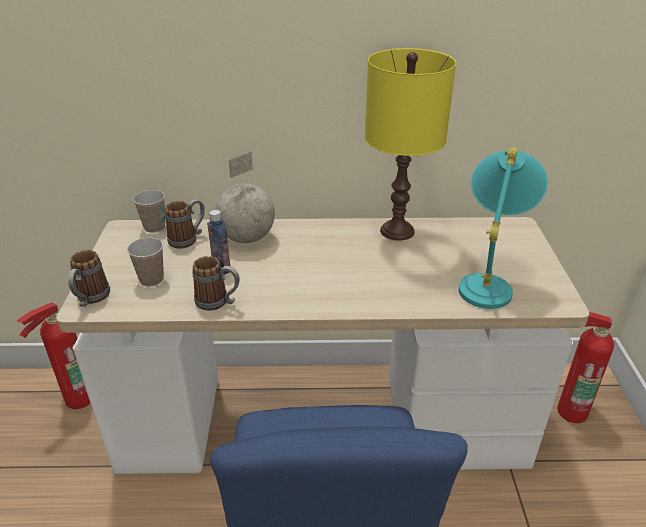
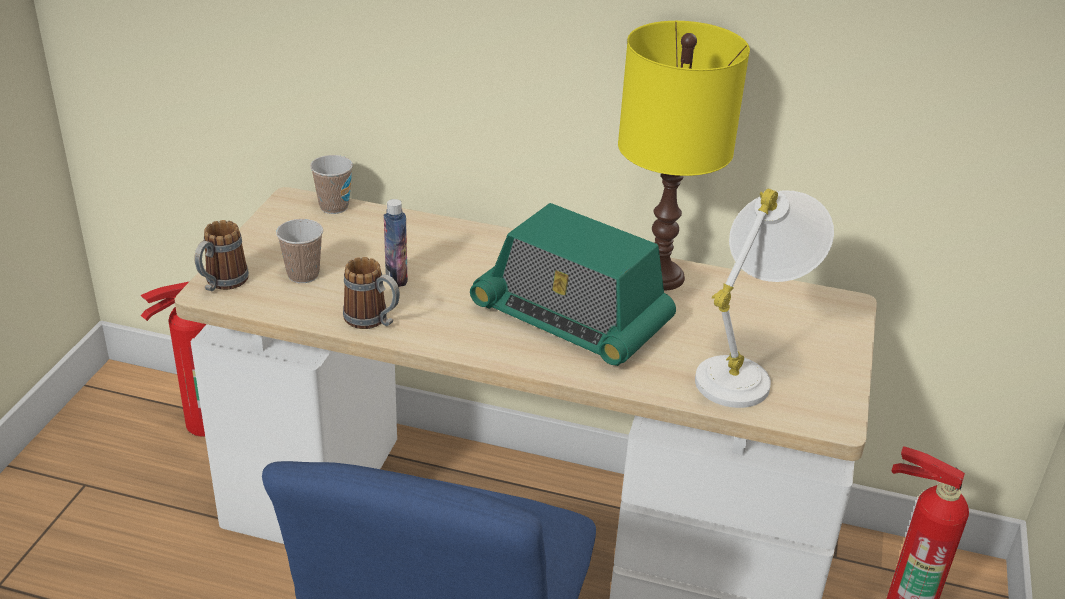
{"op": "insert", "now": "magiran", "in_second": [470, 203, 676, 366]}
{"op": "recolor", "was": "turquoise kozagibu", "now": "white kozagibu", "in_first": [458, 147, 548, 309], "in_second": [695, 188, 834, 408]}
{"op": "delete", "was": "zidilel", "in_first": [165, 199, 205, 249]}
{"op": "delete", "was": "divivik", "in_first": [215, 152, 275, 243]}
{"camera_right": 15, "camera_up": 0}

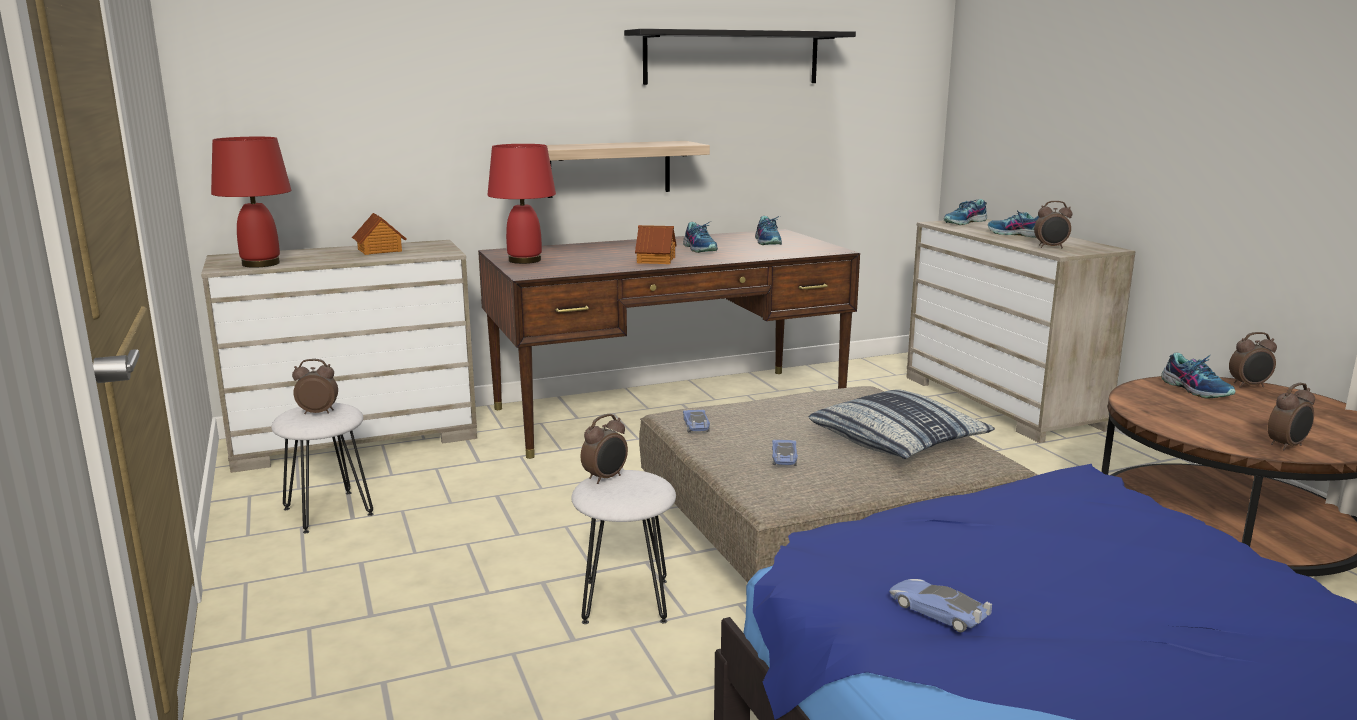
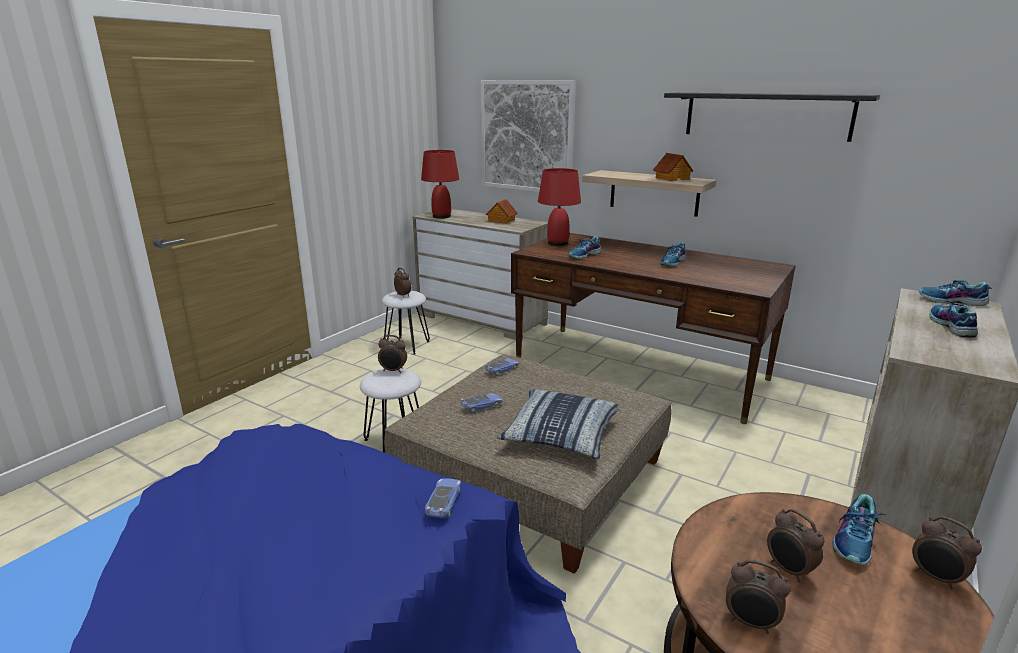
{"op": "move", "was": "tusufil", "in_first": [889, 579, 992, 632], "in_second": [425, 478, 461, 518]}
{"op": "insert", "now": "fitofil", "in_second": [481, 80, 576, 192]}
{"op": "move", "was": "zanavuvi", "in_first": [755, 216, 782, 245], "in_second": [568, 236, 601, 260]}
{"op": "move", "was": "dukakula", "in_first": [635, 225, 676, 264], "in_second": [653, 153, 693, 181]}
{"op": "move", "was": "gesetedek", "in_first": [1034, 201, 1073, 248], "in_second": [767, 509, 824, 582]}
{"camera_right": 55, "camera_up": 5}

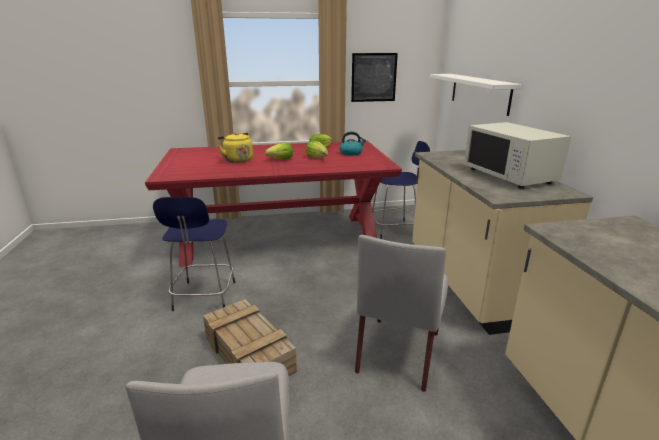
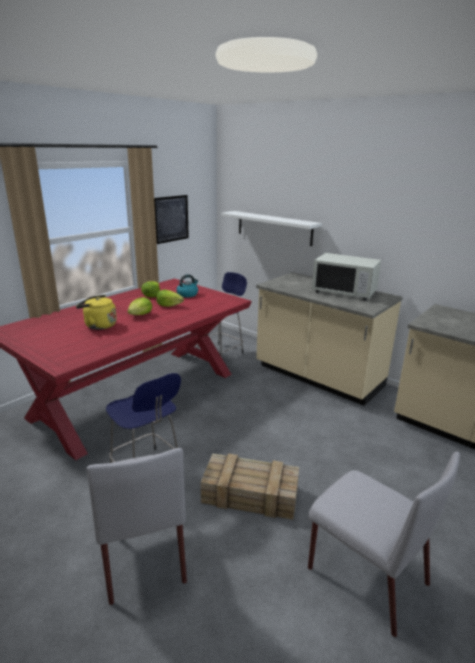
{"op": "move", "was": "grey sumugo", "in_first": [355, 235, 449, 392], "in_second": [86, 448, 187, 605]}
{"camera_right": -40, "camera_up": 0}

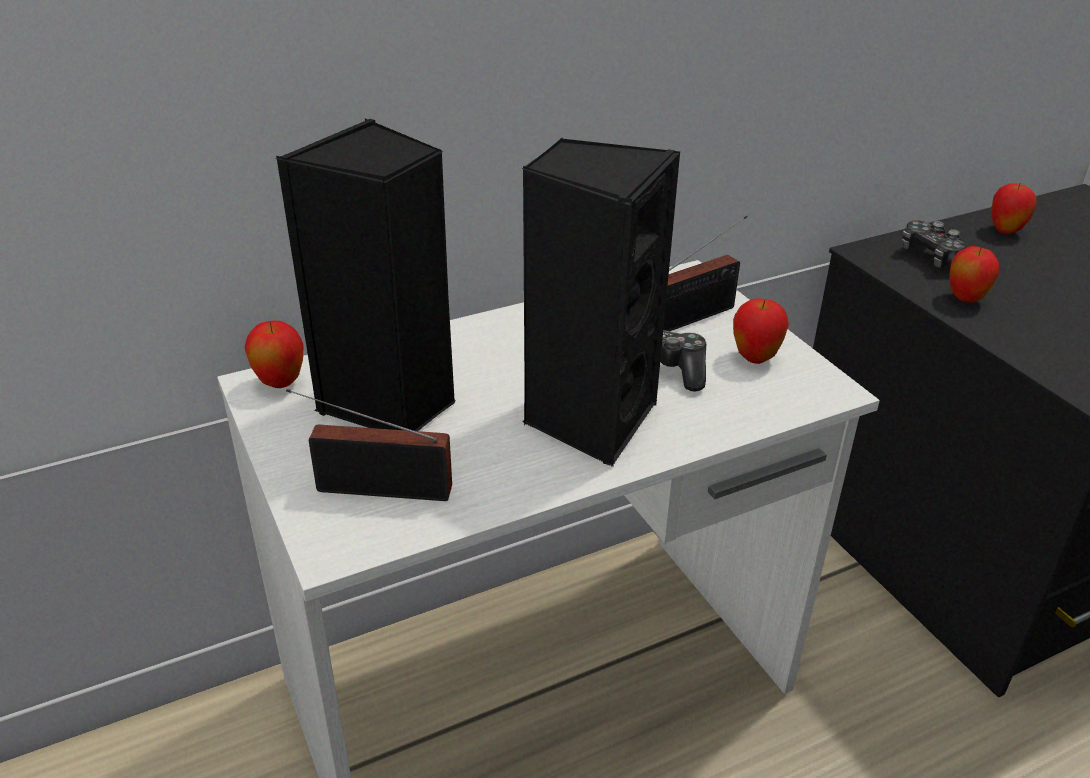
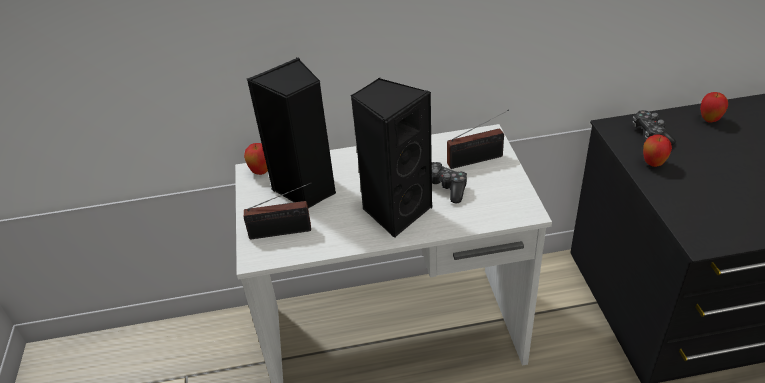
{"op": "rotate", "was": "magiran", "in_first": [286, 389, 452, 501], "in_second": [244, 183, 311, 239], "clockwise": 150}
{"op": "delete", "was": "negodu", "in_first": [733, 298, 789, 364]}
{"camera_right": 20, "camera_up": 5}

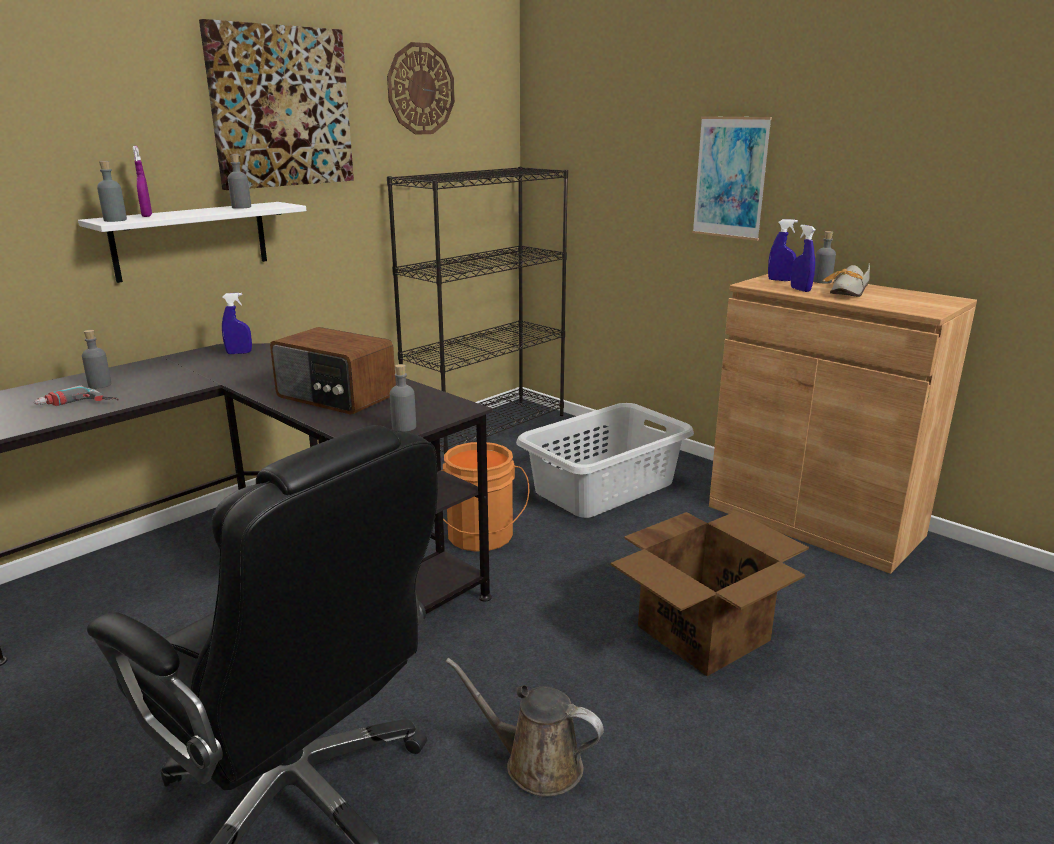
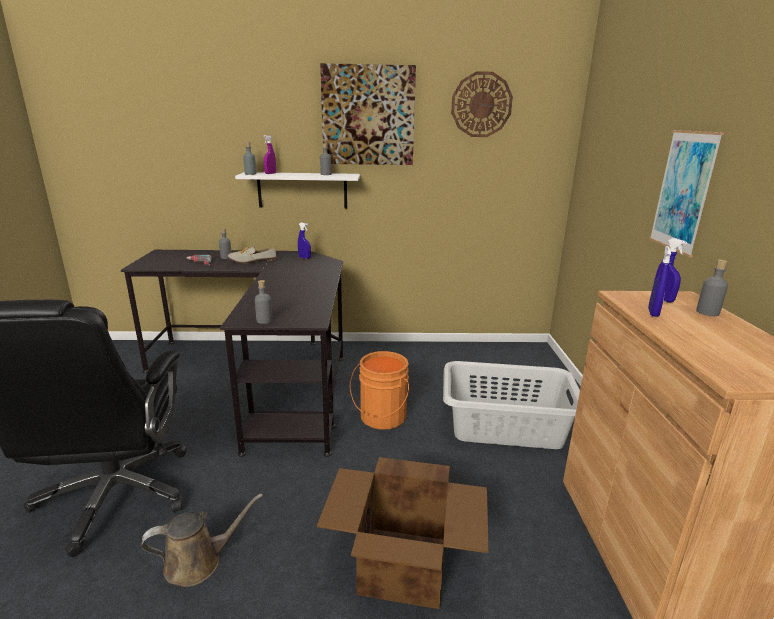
{"op": "rotate", "was": "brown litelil", "in_first": [446, 658, 604, 797], "in_second": [141, 493, 263, 587], "clockwise": 90}
{"op": "move", "was": "zanavuvi", "in_first": [823, 263, 870, 297], "in_second": [228, 246, 276, 263]}
{"op": "delete", "was": "magiran", "in_first": [270, 327, 396, 415]}
{"op": "delete", "was": "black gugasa", "in_first": [387, 167, 568, 454]}
{"camera_right": 45, "camera_up": 0}

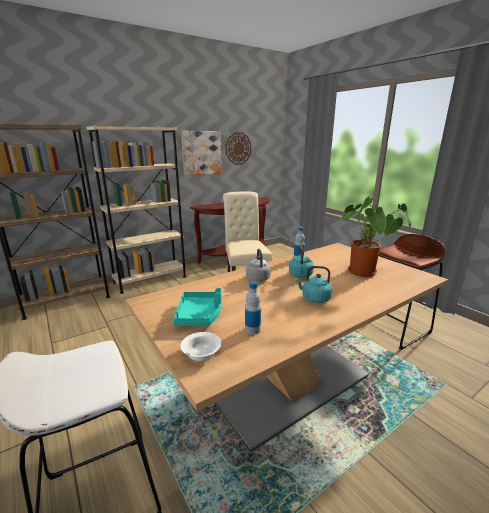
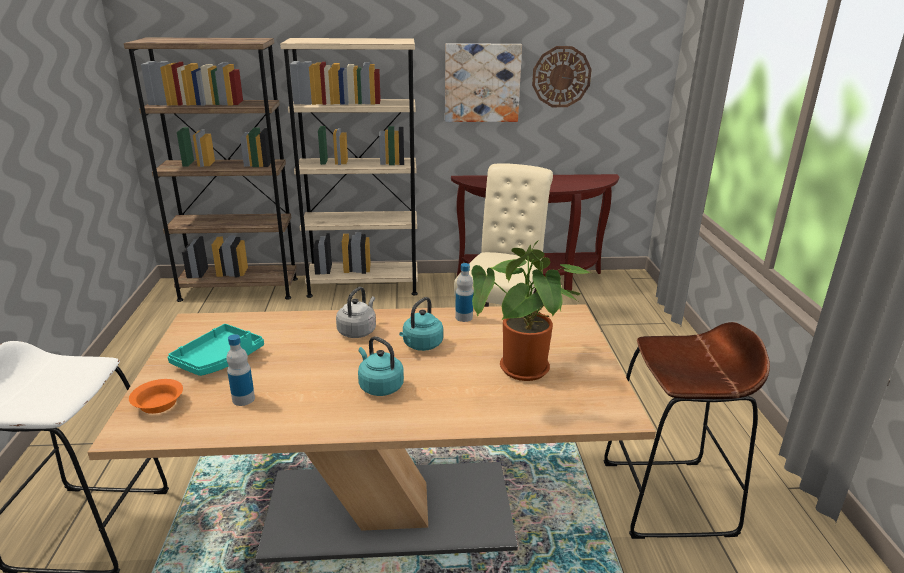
{"op": "recolor", "was": "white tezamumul", "now": "orange tezamumul", "in_first": [180, 332, 221, 361], "in_second": [129, 379, 183, 414]}
{"camera_right": 30, "camera_up": 5}

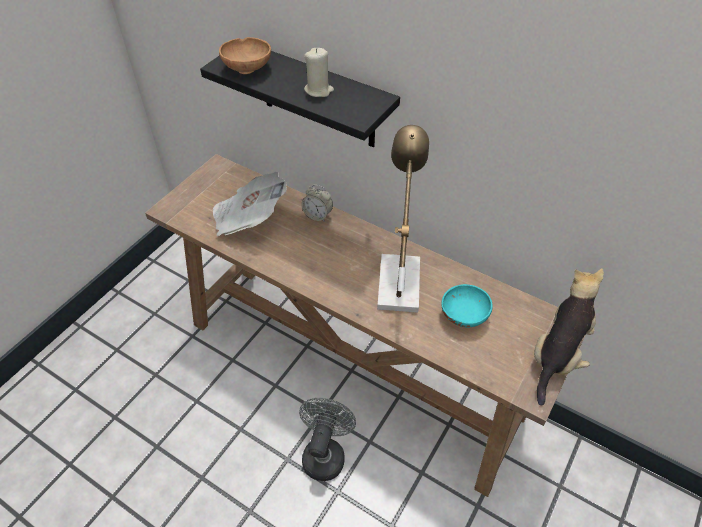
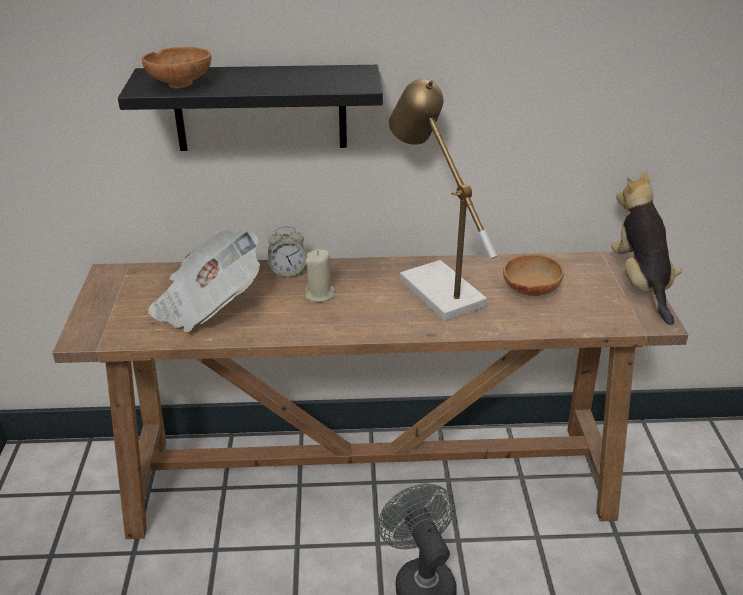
{"op": "move", "was": "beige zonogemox", "in_first": [304, 48, 334, 97], "in_second": [305, 249, 335, 302]}
{"op": "recolor", "was": "turquoise tezamumul", "now": "brown tezamumul", "in_first": [441, 284, 493, 327], "in_second": [503, 254, 564, 296]}
{"camera_right": -35, "camera_up": -15}

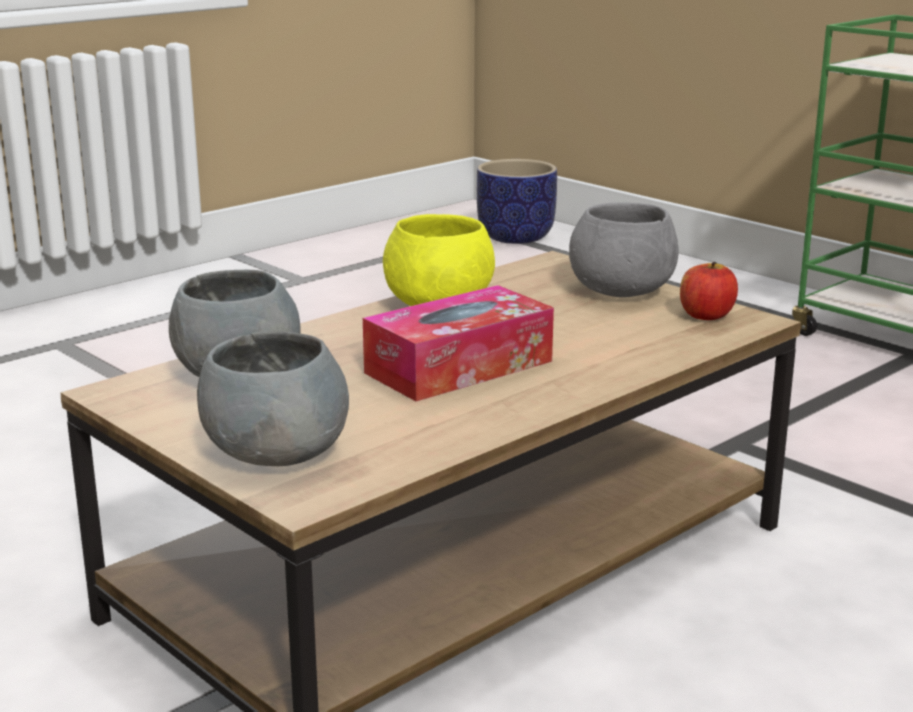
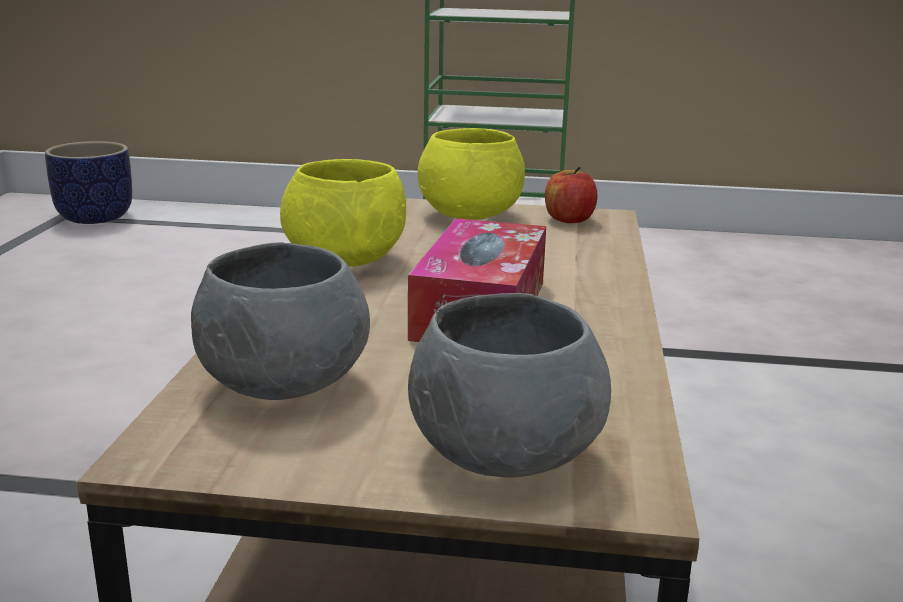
{"op": "recolor", "was": "grey tezamumul", "now": "yellow tezamumul", "in_first": [569, 202, 679, 297], "in_second": [417, 128, 525, 220]}
{"camera_right": -40, "camera_up": 0}

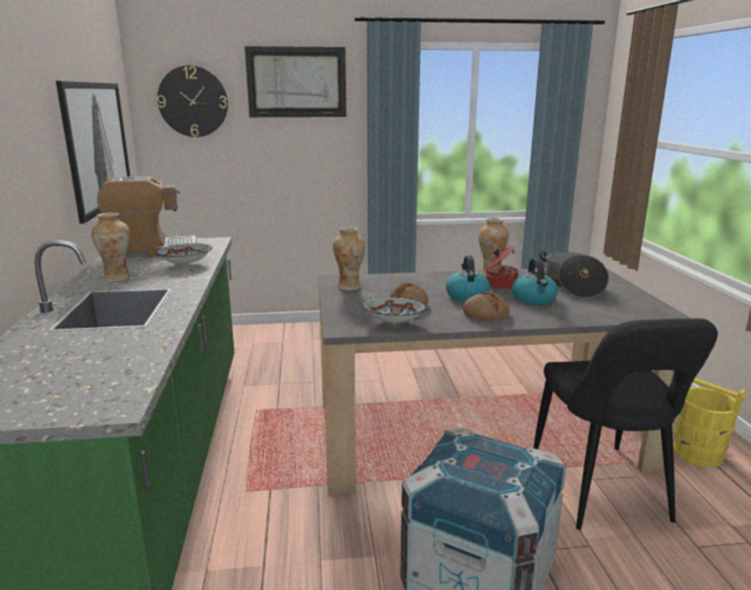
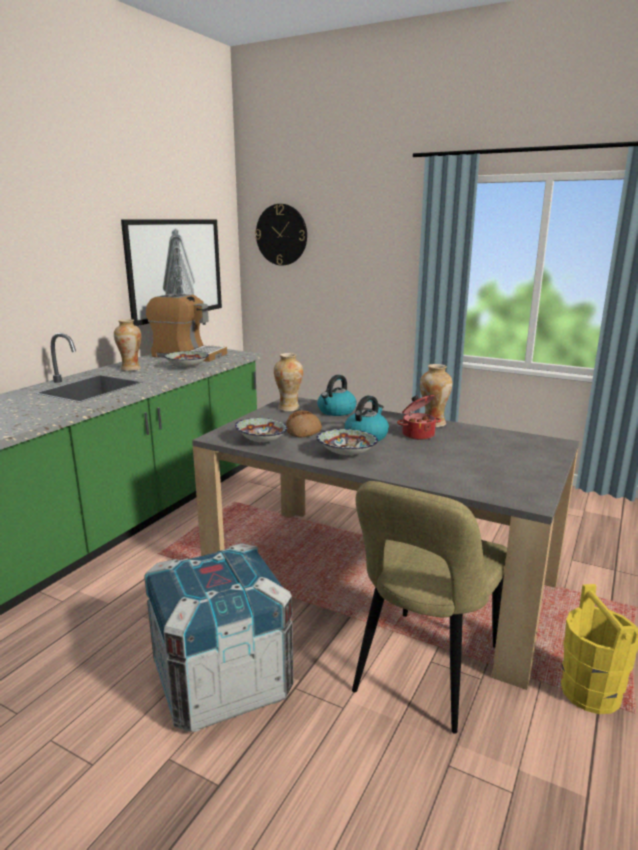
{"op": "replace", "was": "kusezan", "now": "tezamumul", "in_first": [463, 291, 509, 321], "in_second": [316, 429, 378, 456]}
{"op": "move", "was": "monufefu", "in_first": [512, 258, 558, 305], "in_second": [317, 375, 357, 416]}
{"op": "recolor", "was": "black sumugo", "now": "beige sumugo", "in_first": [533, 318, 718, 530], "in_second": [352, 481, 507, 734]}
{"op": "delete", "was": "fitofil", "in_first": [245, 46, 346, 117]}
{"op": "delete", "was": "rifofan", "in_first": [539, 251, 609, 298]}
{"camera_right": 35, "camera_up": 0}

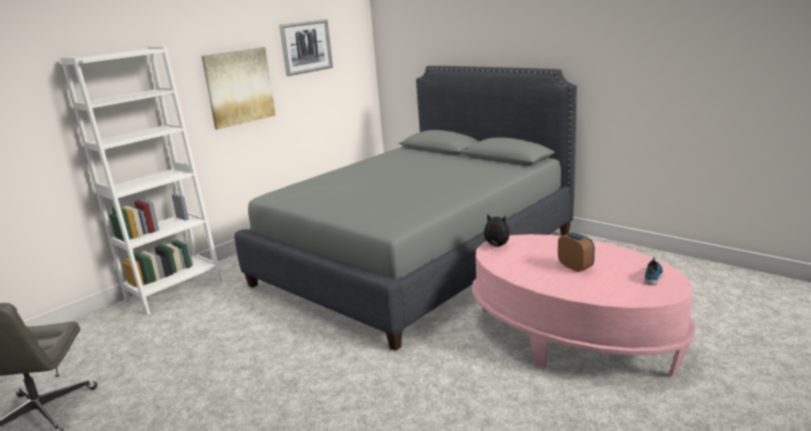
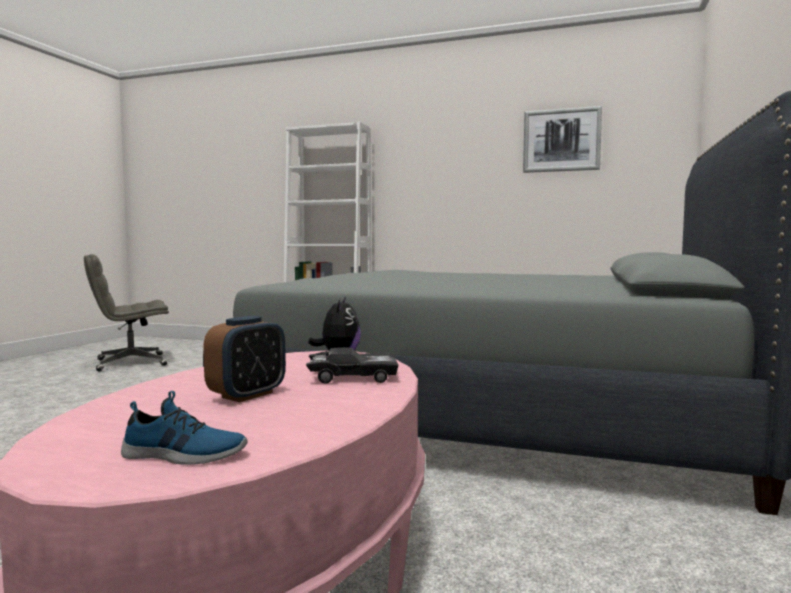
{"op": "insert", "now": "black tusufil", "in_second": [306, 347, 398, 384]}
{"op": "delete", "was": "fitofil", "in_first": [201, 47, 275, 129]}
{"camera_right": 65, "camera_up": -15}

